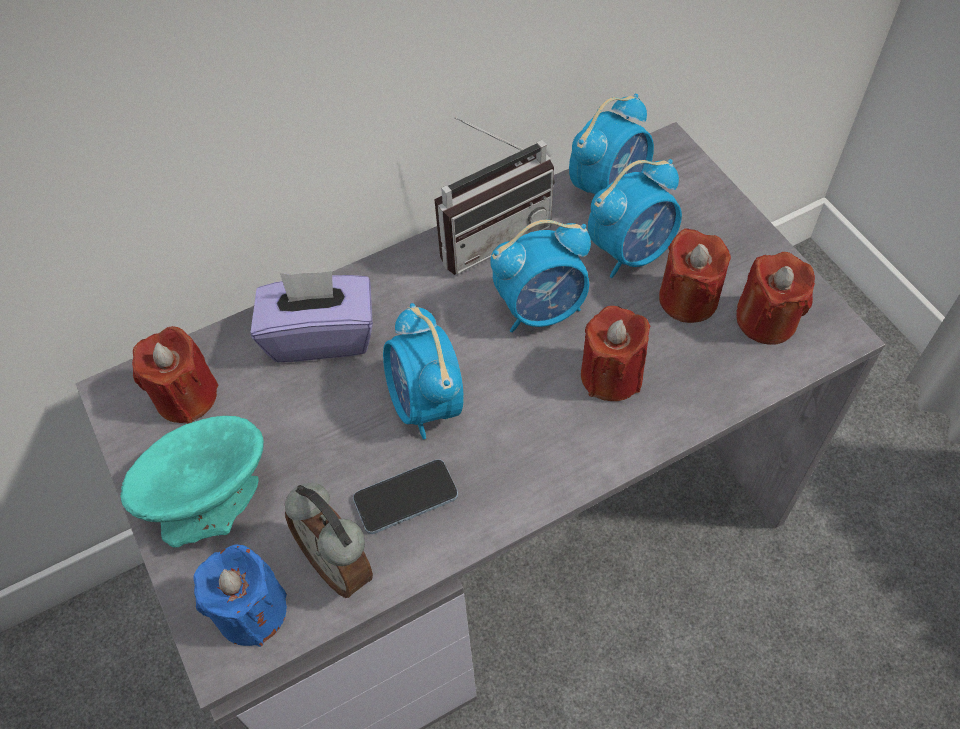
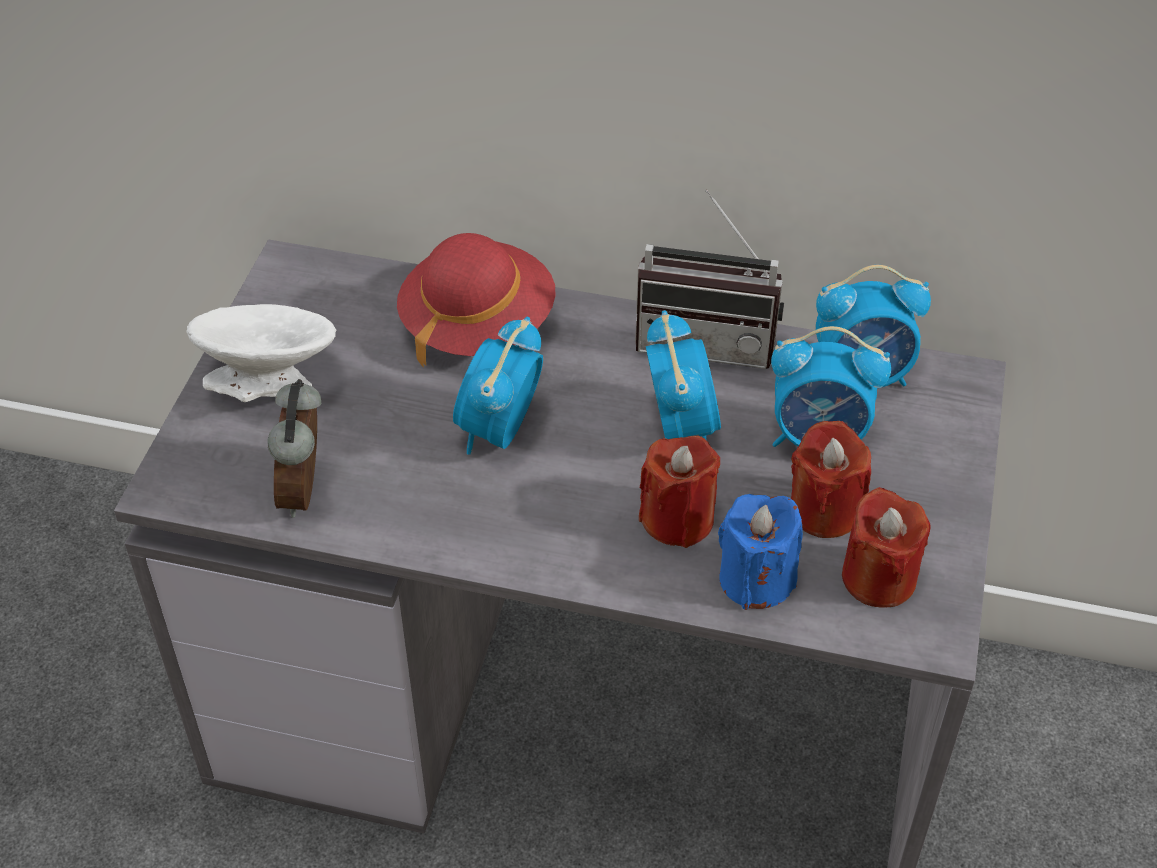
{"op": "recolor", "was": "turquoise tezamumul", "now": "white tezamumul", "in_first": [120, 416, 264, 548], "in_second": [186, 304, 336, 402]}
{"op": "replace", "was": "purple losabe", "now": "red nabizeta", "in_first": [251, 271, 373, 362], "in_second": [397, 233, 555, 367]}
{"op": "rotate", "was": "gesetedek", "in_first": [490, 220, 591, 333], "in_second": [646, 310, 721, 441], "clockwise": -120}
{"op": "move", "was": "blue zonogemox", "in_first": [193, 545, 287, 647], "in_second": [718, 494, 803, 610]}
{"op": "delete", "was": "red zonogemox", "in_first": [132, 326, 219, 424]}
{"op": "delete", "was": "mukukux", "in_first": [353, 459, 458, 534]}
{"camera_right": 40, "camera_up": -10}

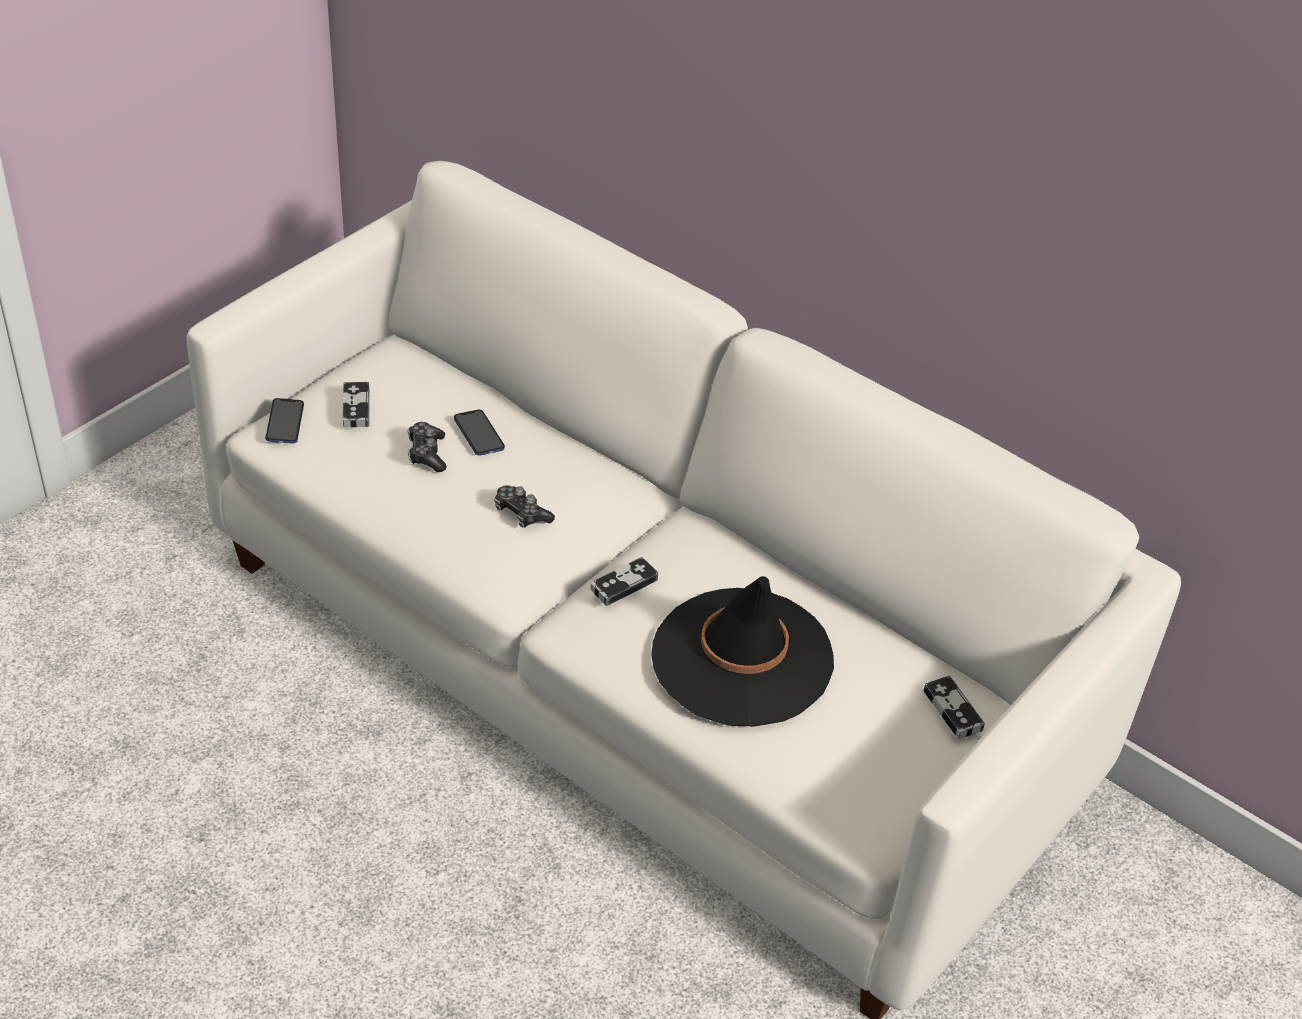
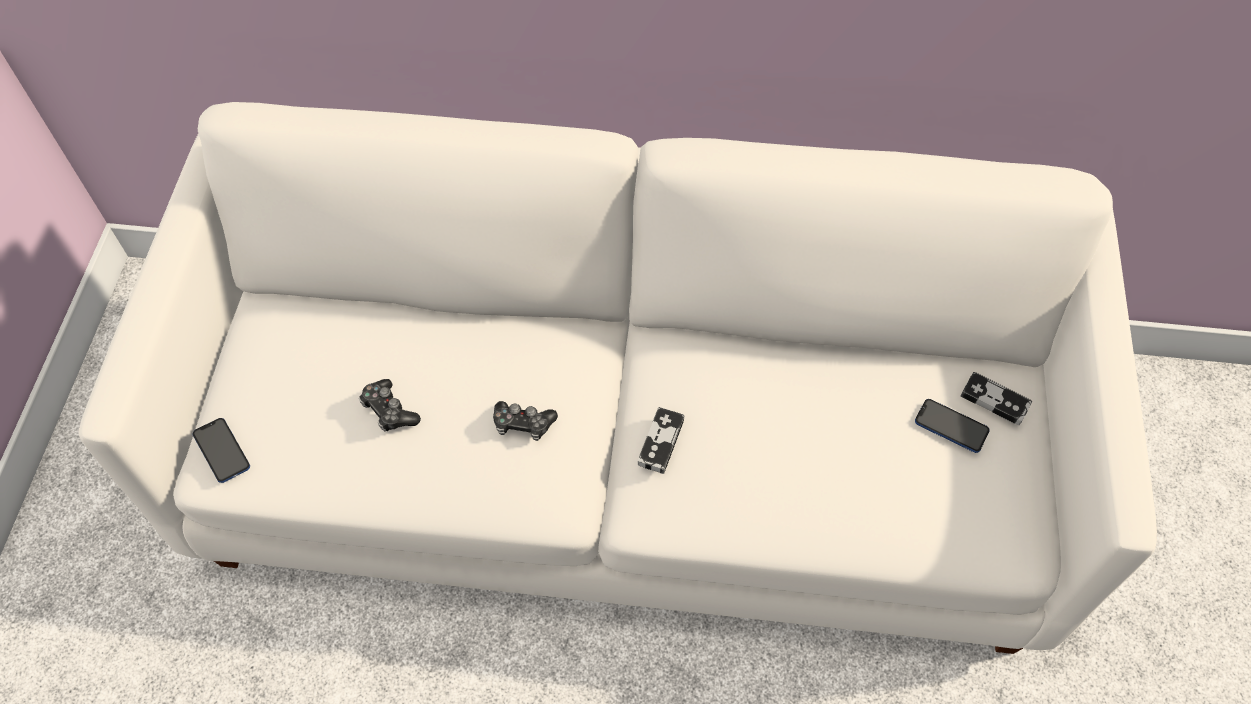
{"op": "move", "was": "mukukux", "in_first": [454, 410, 505, 455], "in_second": [915, 399, 990, 453]}
{"op": "delete", "was": "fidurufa", "in_first": [343, 382, 369, 427]}
{"op": "delete", "was": "black nabizeta", "in_first": [651, 576, 834, 727]}
{"camera_right": -30, "camera_up": 15}

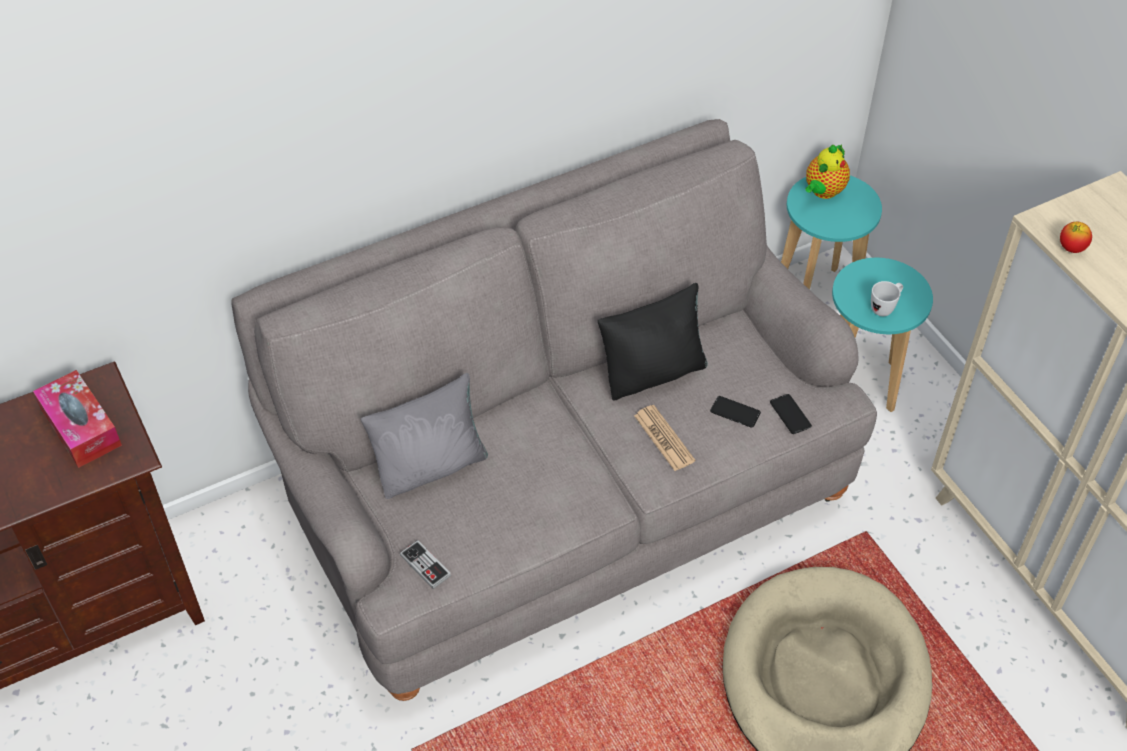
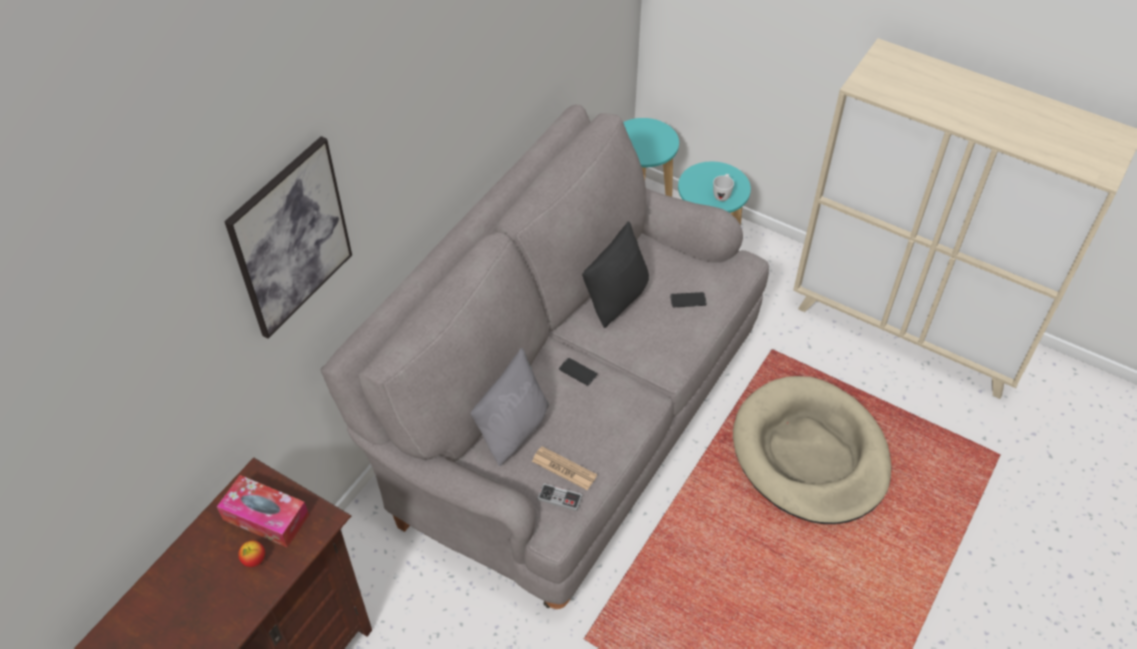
{"op": "insert", "now": "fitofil", "in_second": [224, 136, 352, 339]}
{"op": "move", "was": "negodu", "in_first": [1060, 222, 1092, 253], "in_second": [238, 541, 265, 567]}
{"op": "move", "was": "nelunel", "in_first": [634, 405, 695, 471], "in_second": [532, 446, 597, 490]}
{"op": "move", "was": "mukukux", "in_first": [770, 394, 812, 434], "in_second": [559, 358, 597, 385]}
{"op": "delete", "was": "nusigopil", "in_first": [805, 144, 850, 199]}
{"camera_right": -30, "camera_up": 0}

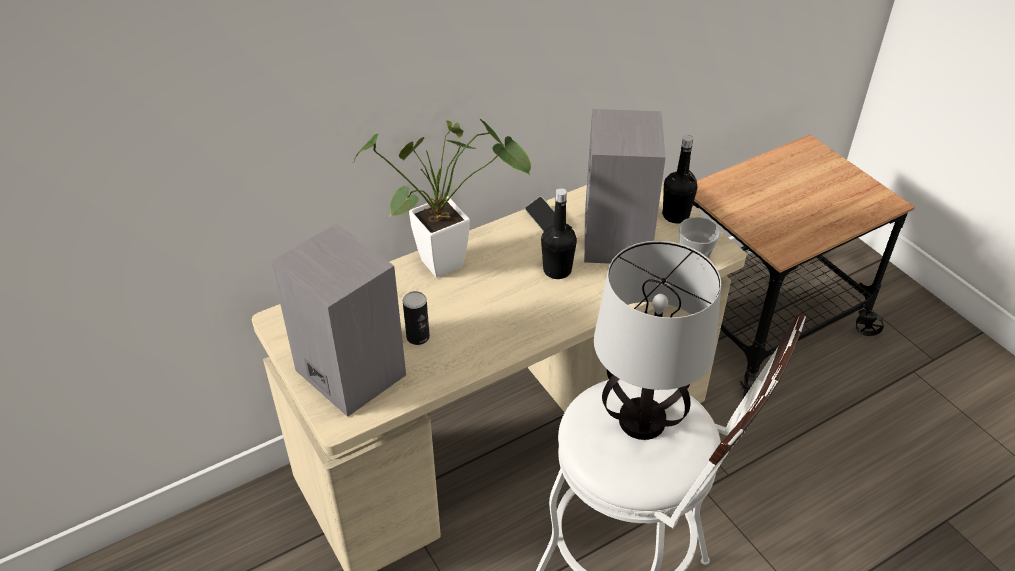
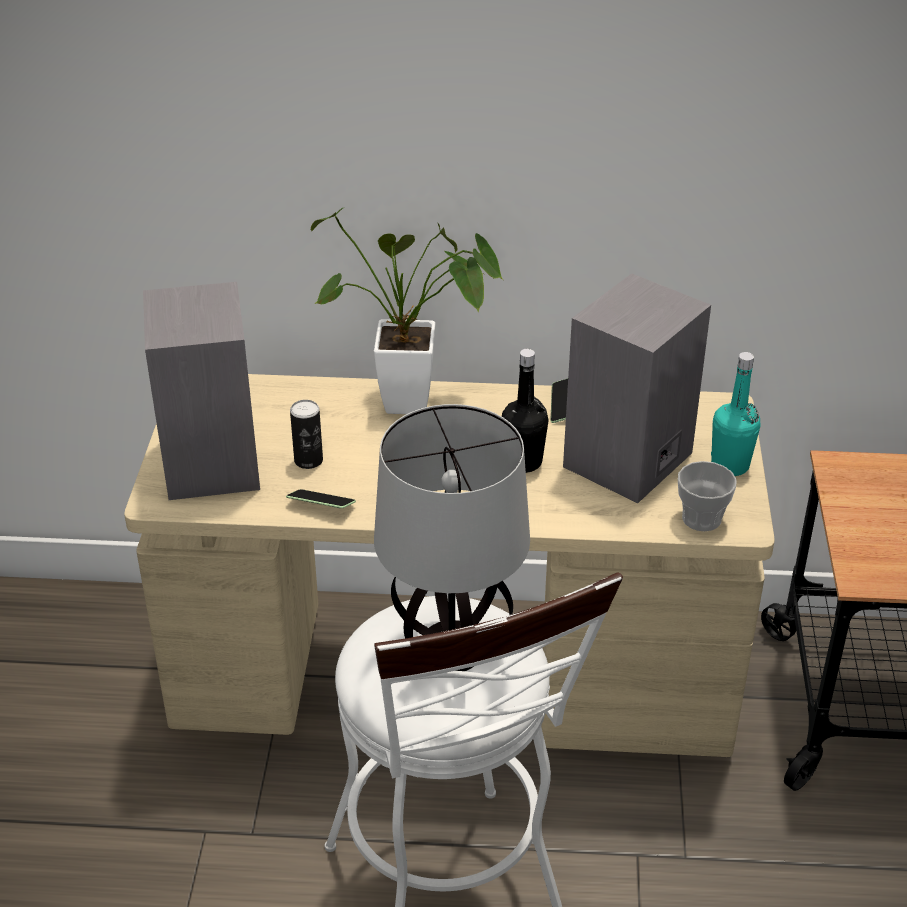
{"op": "insert", "now": "mukukux", "in_second": [286, 489, 356, 508]}
{"op": "recolor", "was": "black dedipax", "now": "turquoise dedipax", "in_first": [662, 135, 698, 224], "in_second": [711, 352, 760, 476]}
{"camera_right": 35, "camera_up": -5}

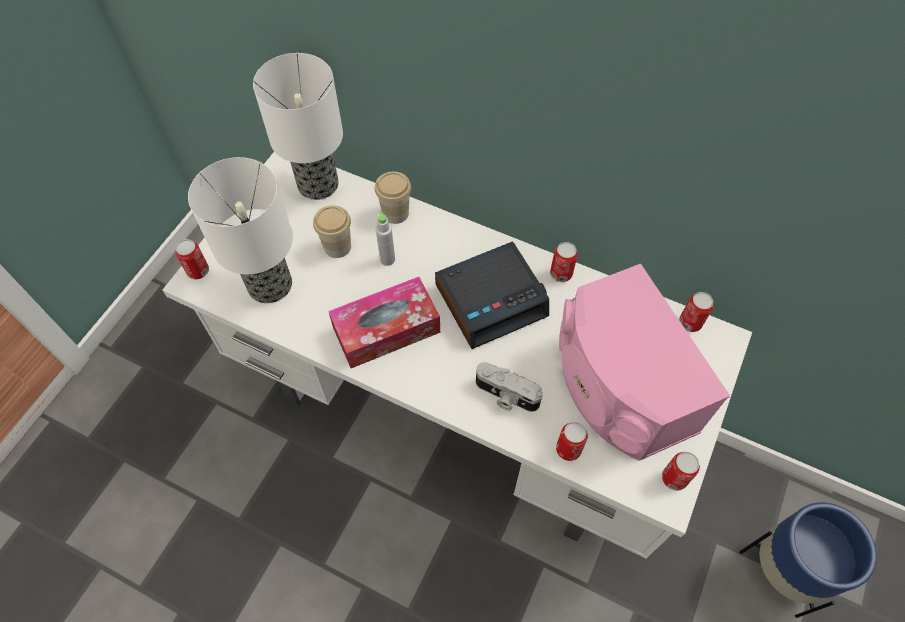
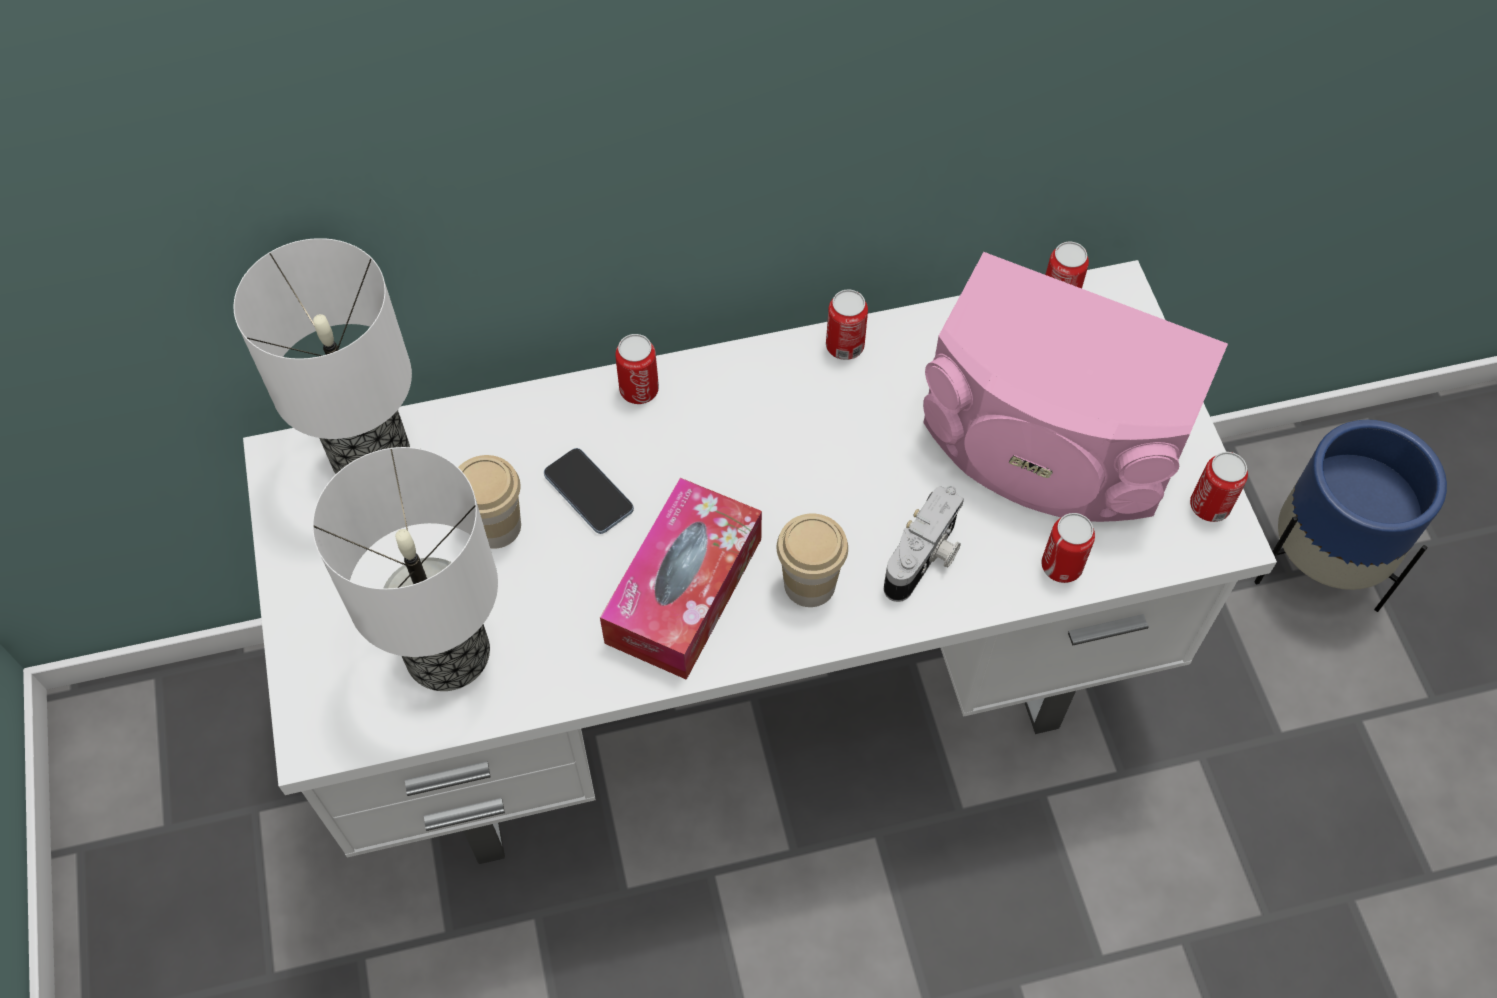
{"op": "replace", "was": "grey dedipax", "now": "mukukux", "in_first": [376, 212, 395, 266], "in_second": [544, 448, 634, 534]}
{"op": "move", "was": "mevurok", "in_first": [175, 239, 209, 279], "in_second": [615, 334, 659, 404]}
{"op": "move", "was": "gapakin", "in_first": [375, 172, 411, 224], "in_second": [777, 514, 848, 607]}
{"op": "rotate", "was": "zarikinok", "in_first": [476, 362, 543, 412], "in_second": [884, 486, 964, 602], "clockwise": -45}
{"op": "delete", "was": "gesetedek", "in_first": [435, 241, 549, 349]}
{"camera_right": -40, "camera_up": 0}

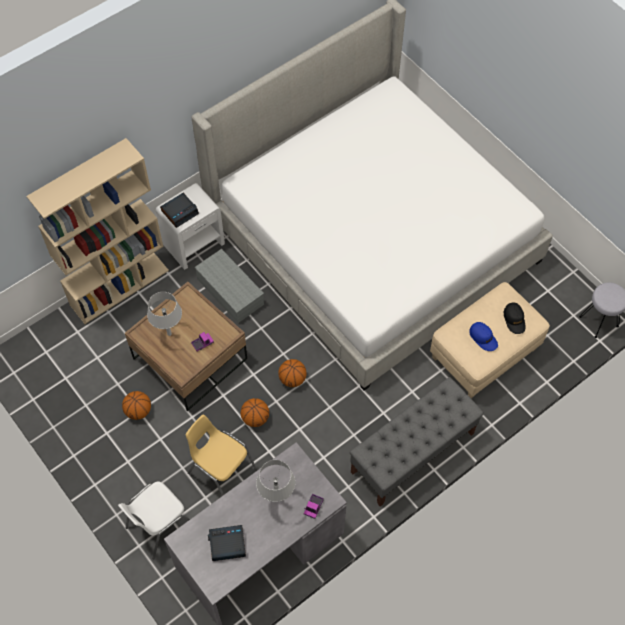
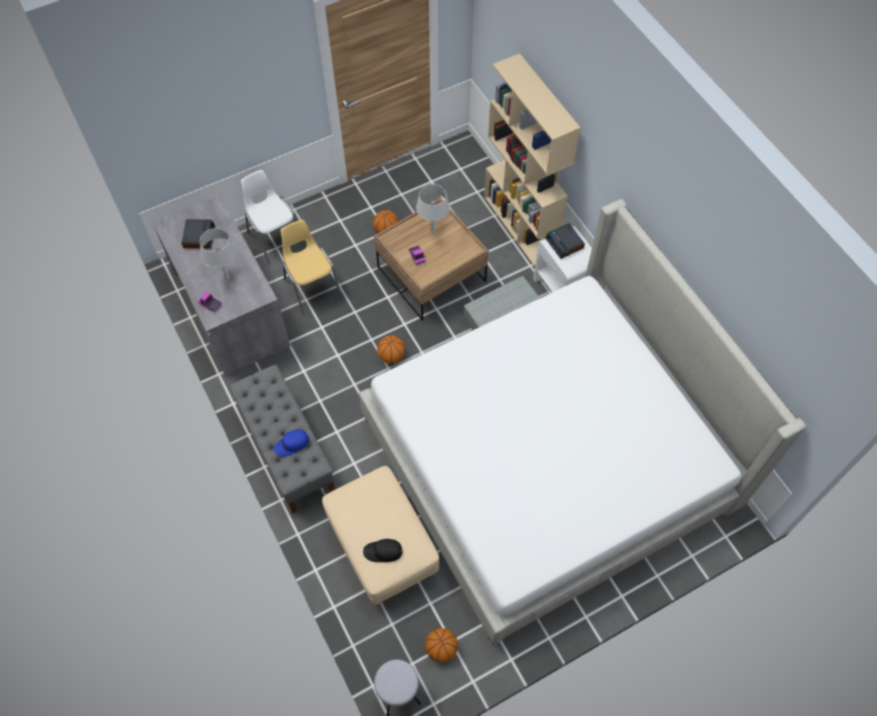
{"op": "move", "was": "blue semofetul", "in_first": [469, 322, 498, 351], "in_second": [273, 429, 310, 457]}
{"op": "rotate", "was": "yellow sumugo", "in_first": [186, 415, 257, 496], "in_second": [280, 220, 342, 315], "clockwise": -75}
{"op": "move", "was": "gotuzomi", "in_first": [241, 398, 269, 427], "in_second": [425, 628, 458, 663]}
{"camera_right": 100, "camera_up": 0}

